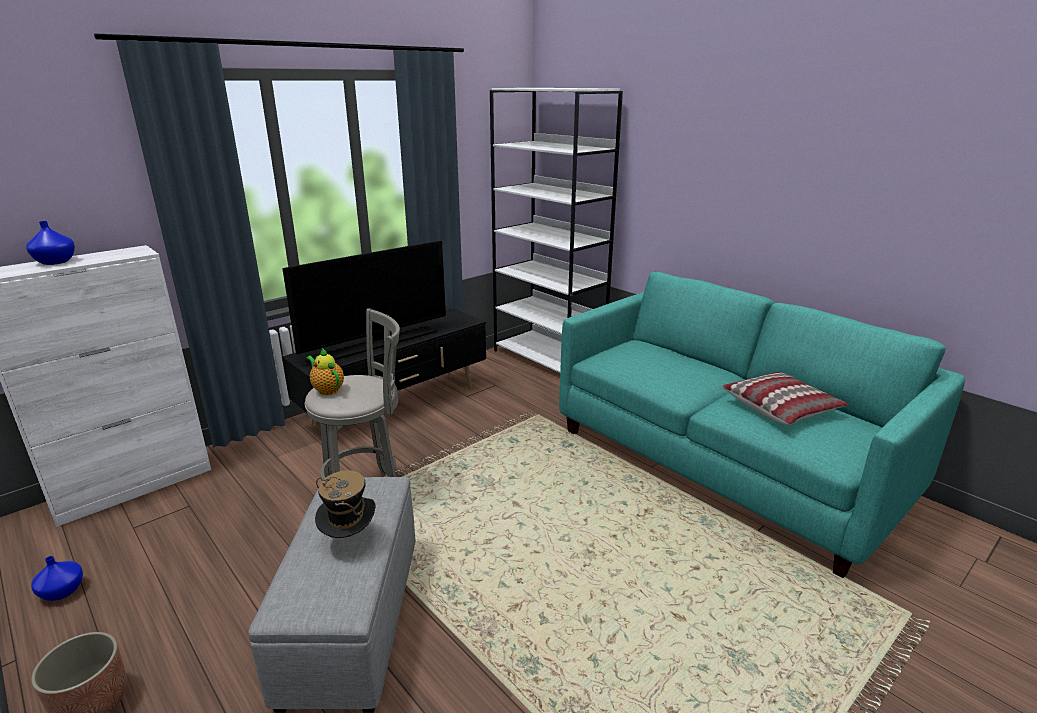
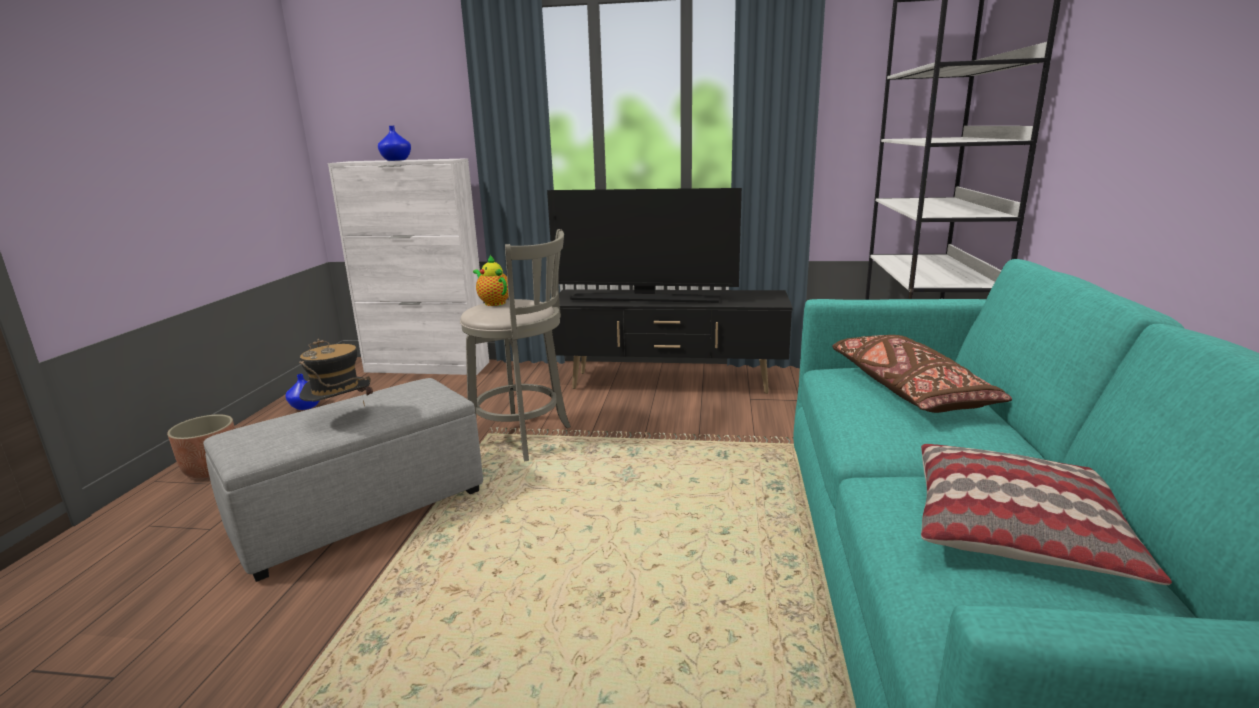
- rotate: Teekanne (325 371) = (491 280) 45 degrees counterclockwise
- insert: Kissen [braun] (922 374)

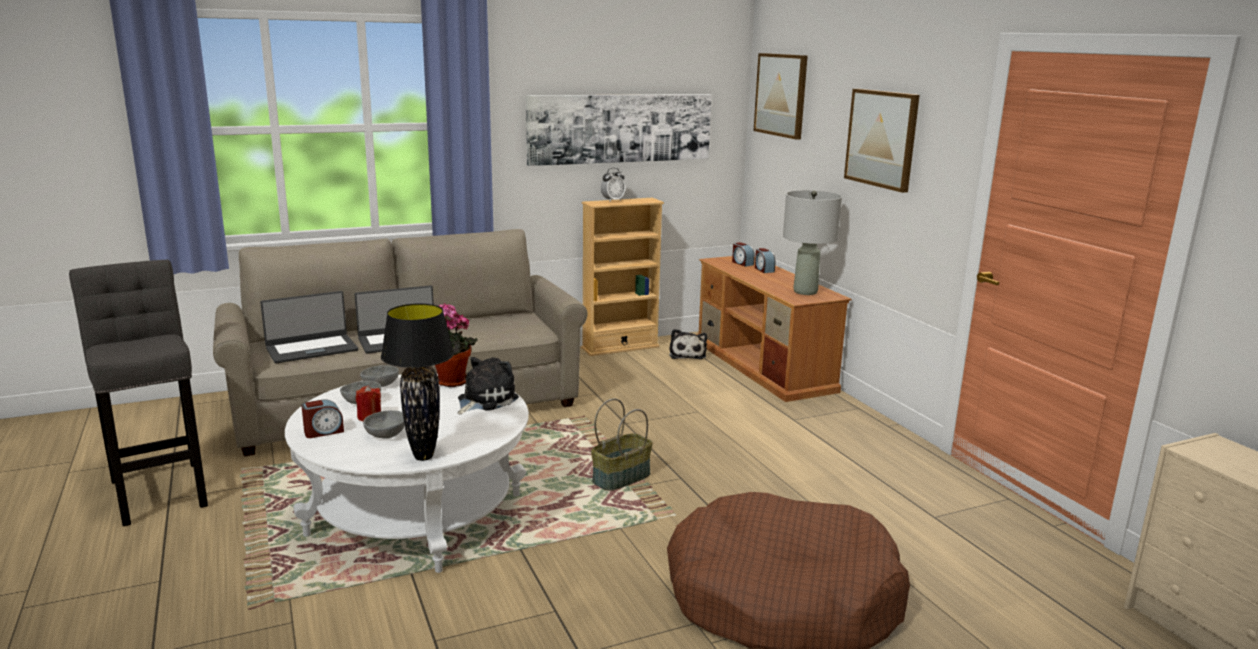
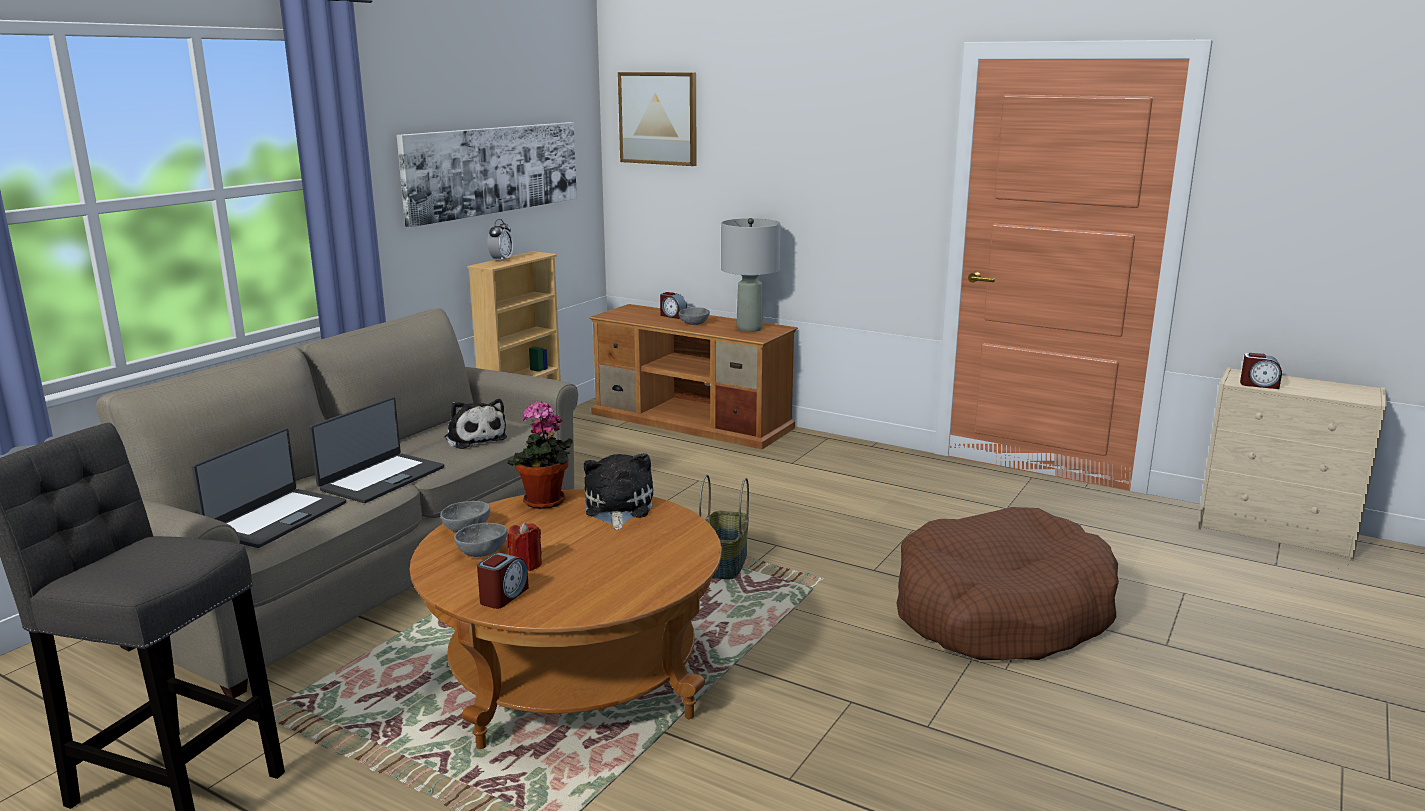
- recolor: Couchtisch [weiß] (407 473) to Couchtisch [braun] (566 619)
- move: Schüssel [grau] (384 424) to (694 316)
- delete: Tischlampe [schwarz] (417 382)
- move: Plüschtier (688 344) to (475 424)
- move: Wecker (743 254) to (1261 371)
- delete: Bild (882 141)

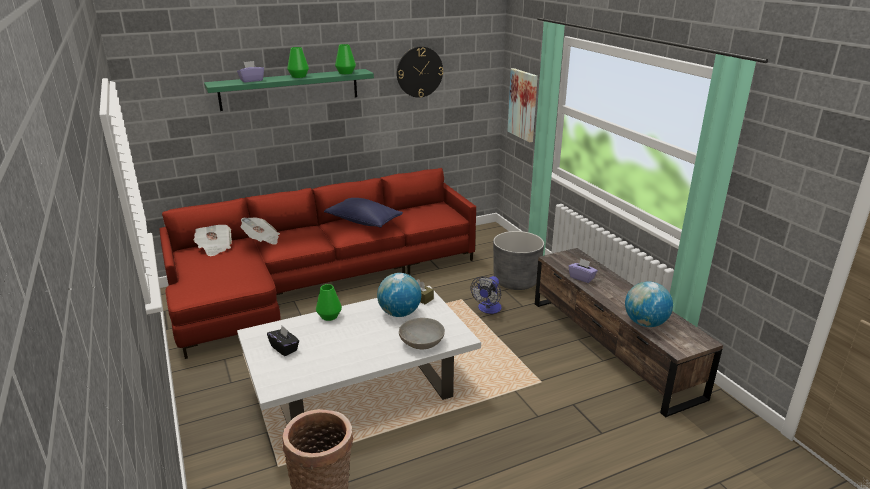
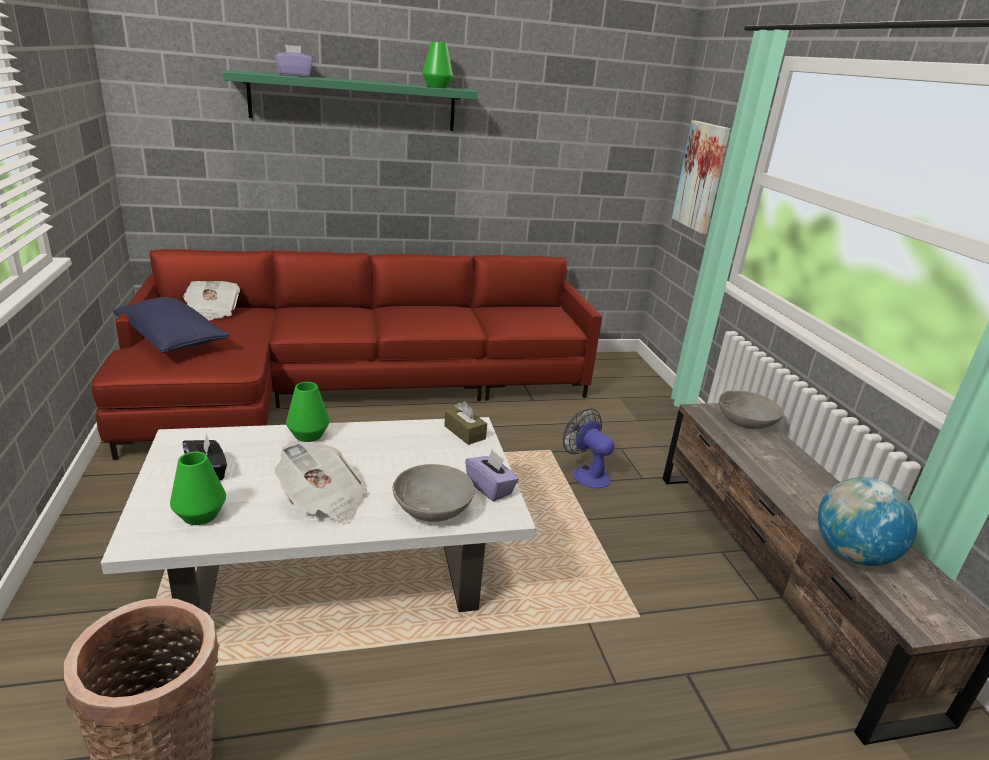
- move: Zeitung (260 231) to (321 483)
- move: Vase [grün] (298 62) to (198 488)
- move: Kissen [blau] (363 213) to (171 325)
- delete: Globus (399 295)
- delete: Wanduhr (420 72)
- rotate: Ventilator (486 295) = (589 448) 105 degrees clockwise
- delete: Pflanzkübel [grau] (518 260)
- move: Taschentuchbox [lila] (583 271) to (492 475)
- insert: Schüssel [grau] (750 410)

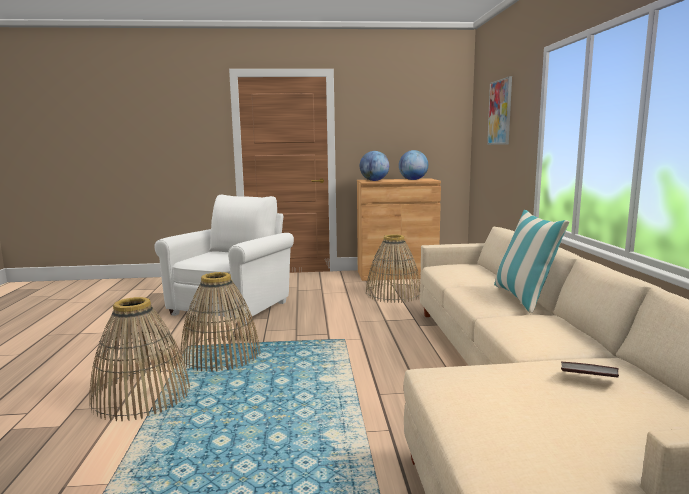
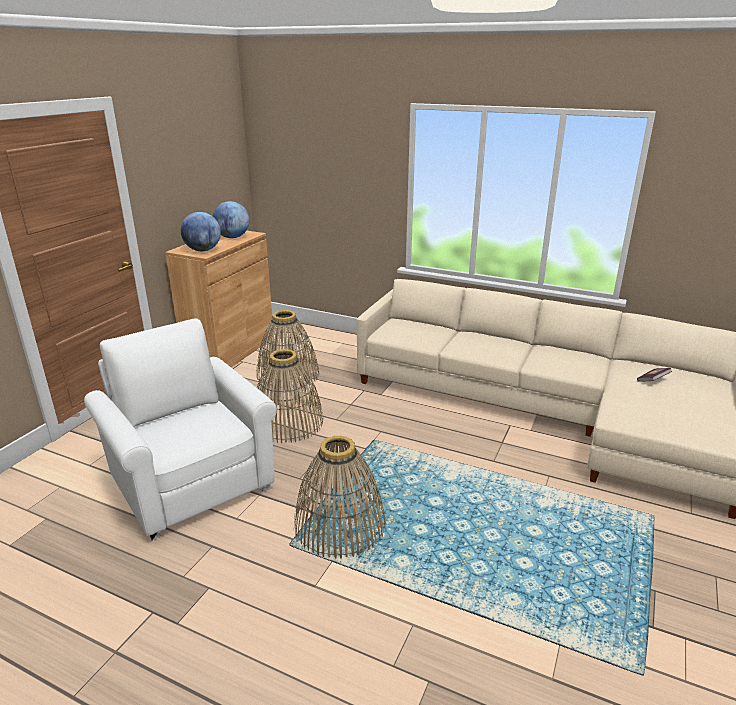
- move: Korb (139 359) to (290 396)
- delete: Bild (499 110)
- delete: Kissen (531 261)

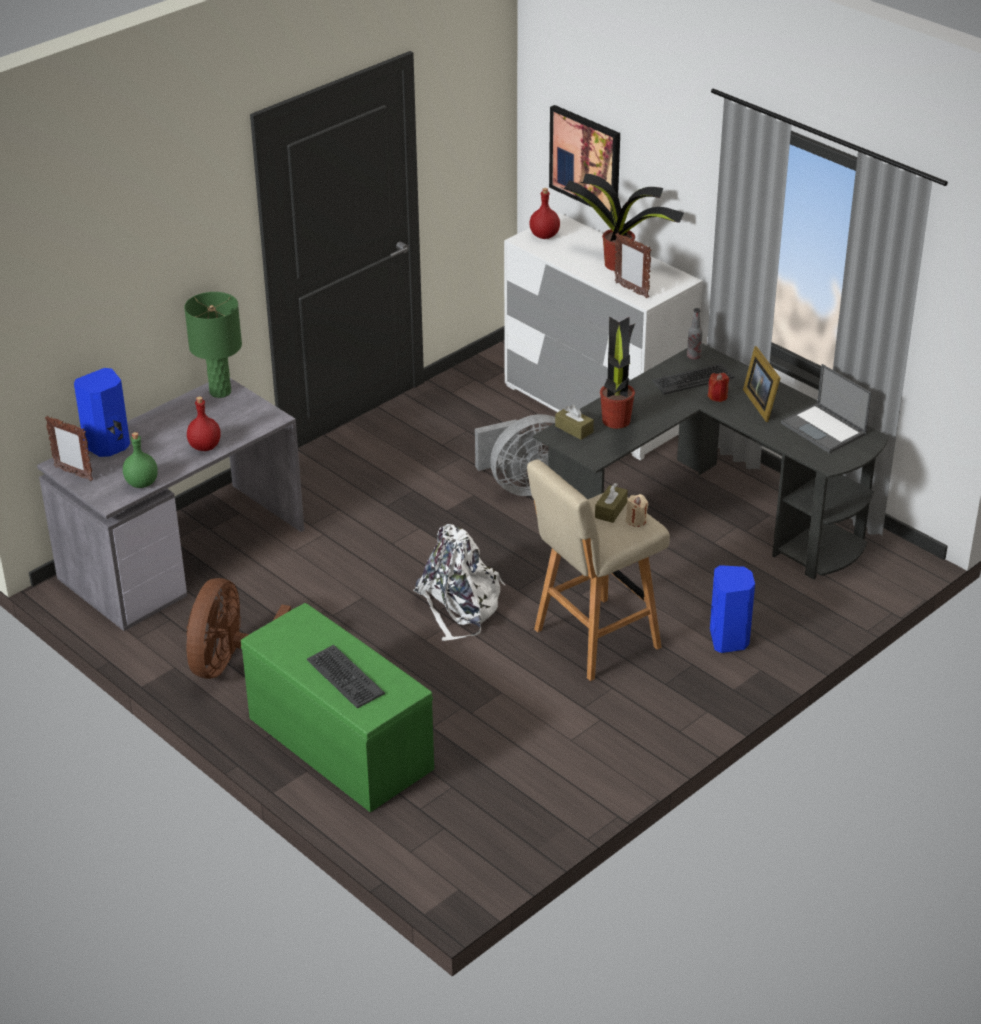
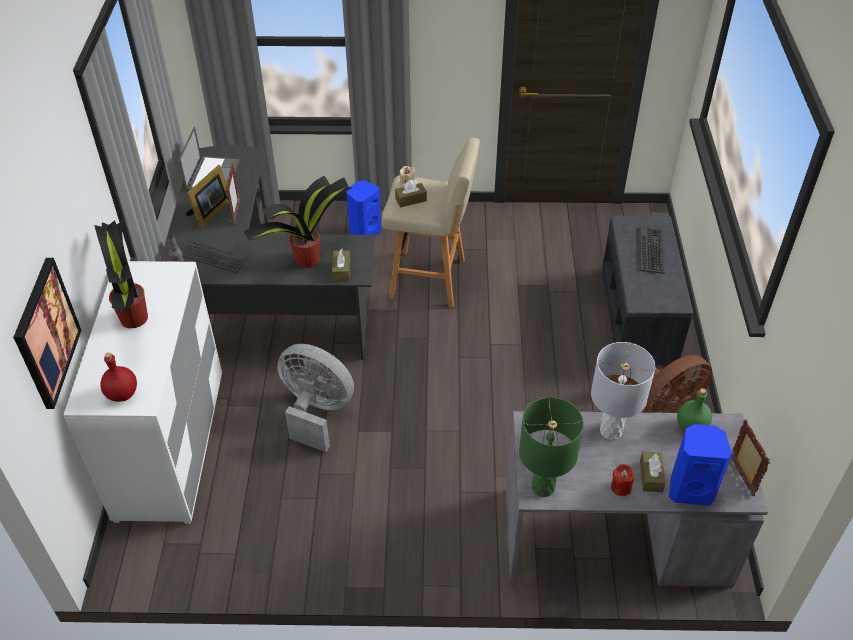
- replace: Flasche [rot] (204 424) to Tischlampe [grau] (623 391)
- recolor: Bank [grün] (337 707) to Bank [grau] (647 290)
- delete: Rucksack [weiß] (460 582)
- move: Bilderrahmen (632 265) to (233 193)
- move: Kerze [rot] (718 387) to (622 480)
- insert: Taschentuchbox [braun] (653 472)

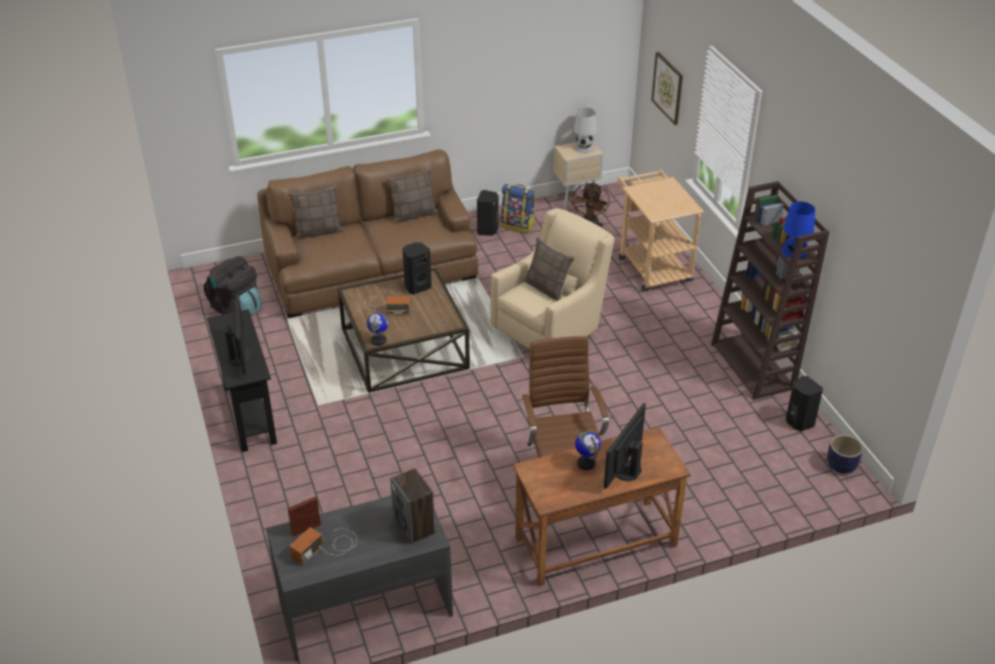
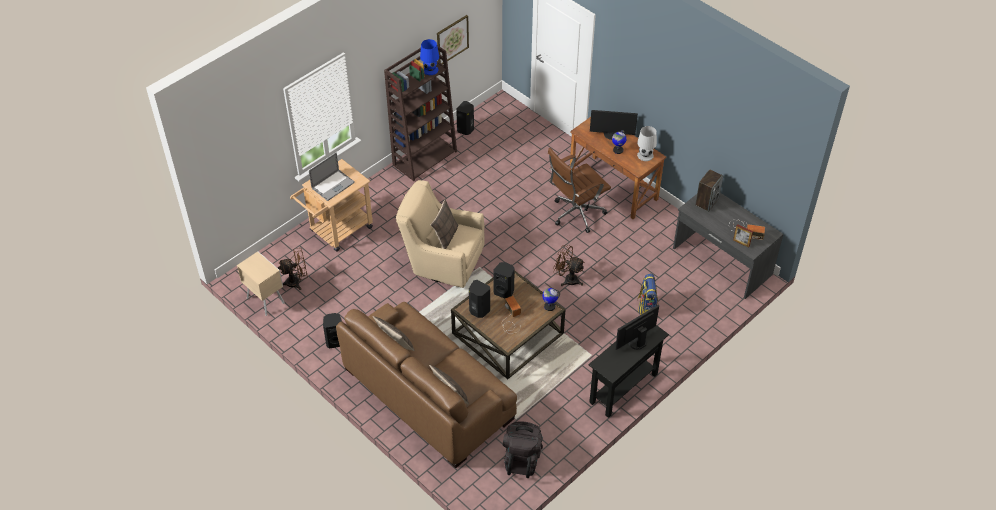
- move: Rucksack (518 209) to (647 294)
- move: Tischlampe [weiß] (585 130) to (647 143)
- move: Bild (667 88) to (453 39)
- delete: Pflanzkübel (845 454)
- insert: Laptop (332 177)
- insert: Lautsprecher [schwarz] (504 280)
- insert: Ventilator [braun] (569 265)

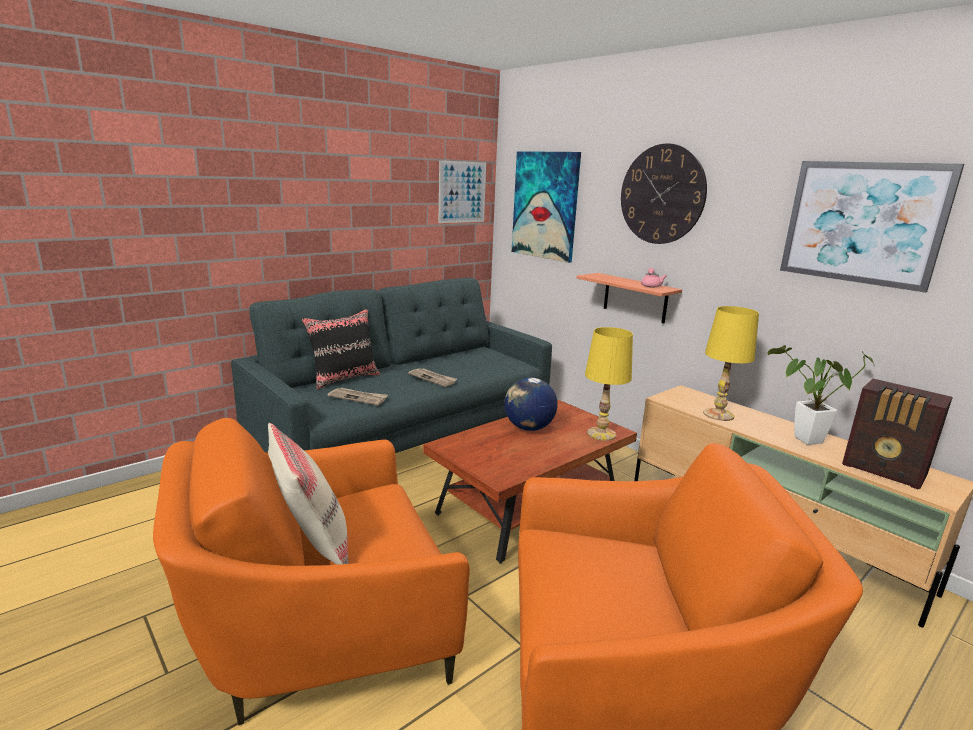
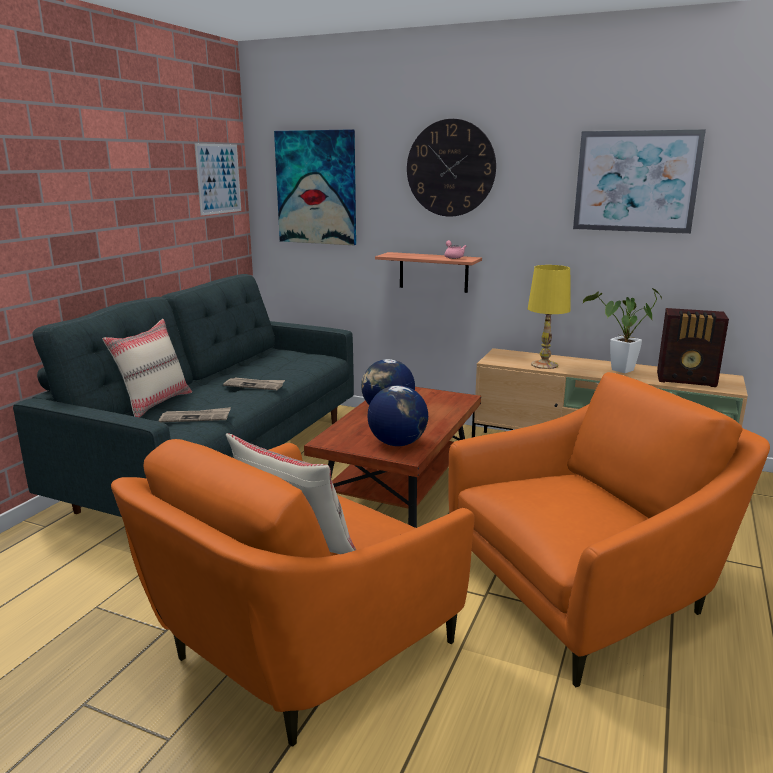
- recolor: Kissen [schwarz] (341 349) to Kissen [beige] (147 368)
- delete: Tischlampe [gelb] (609 384)
- insert: Globus (398 415)

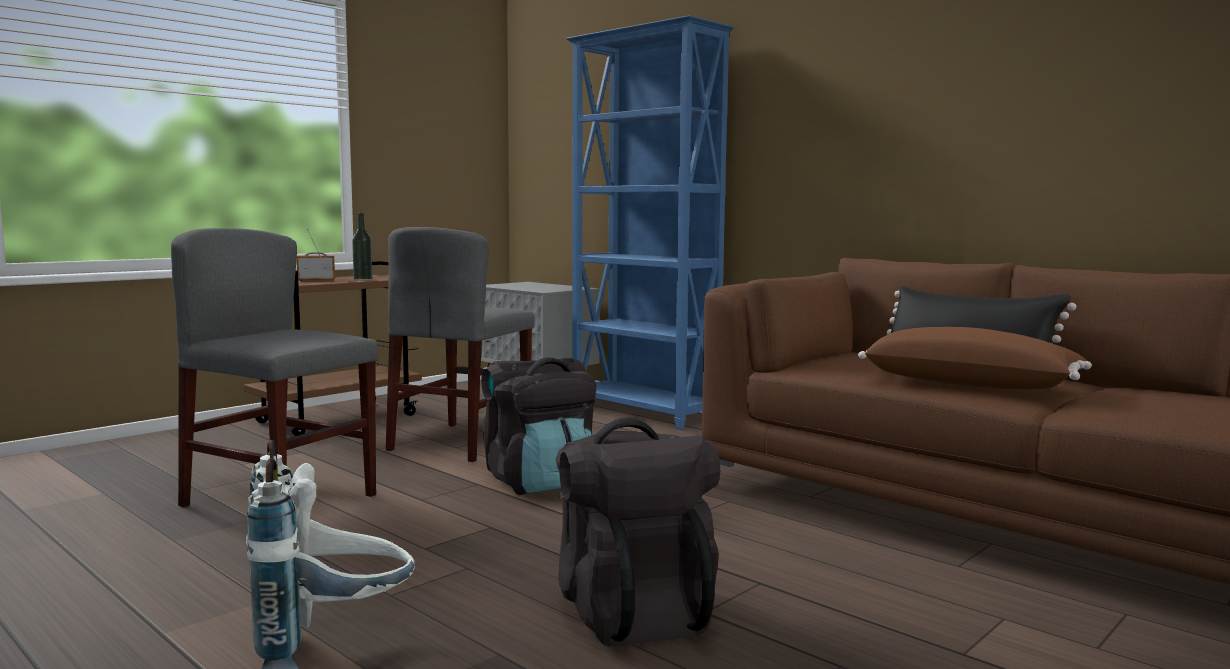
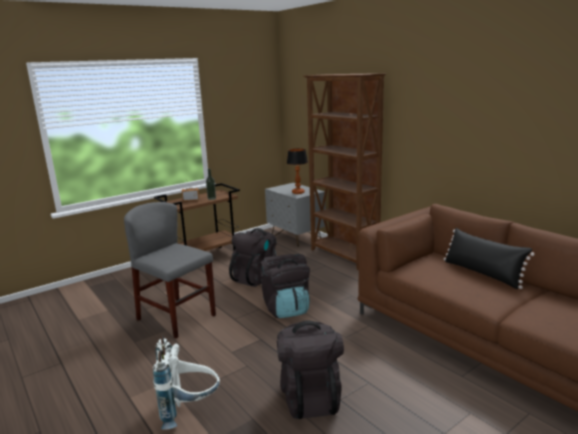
- replace: Stuhl [grau] (460 344) to Rucksack [schwarz] (252 257)
- recolor: Bücherregal [blau] (649 222) to Bücherregal [braun] (345 172)
- delete: Kissen [braun] (975 358)
- insert: Tischlampe (297 171)

